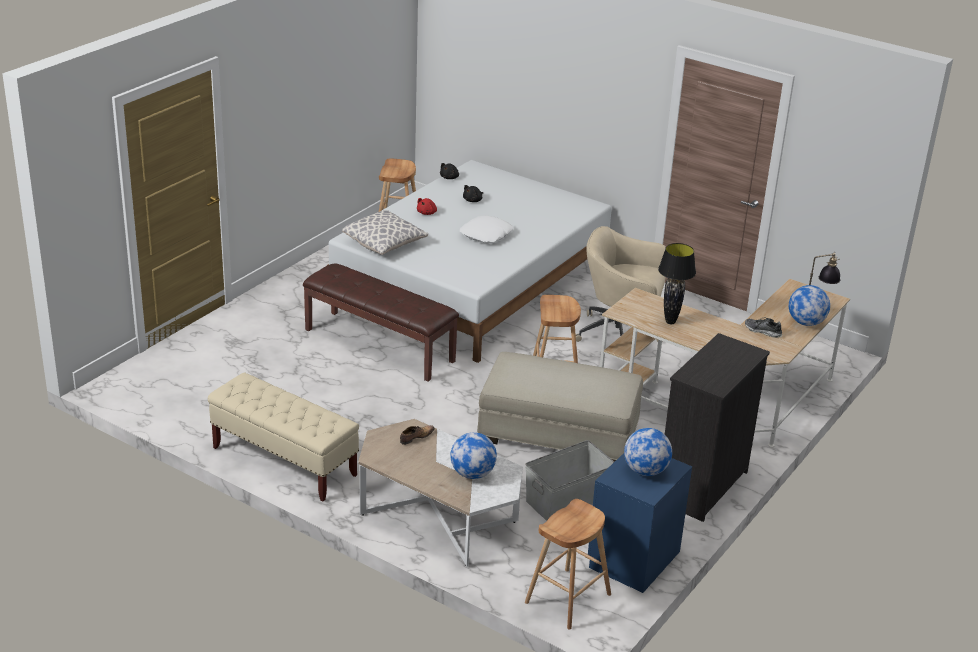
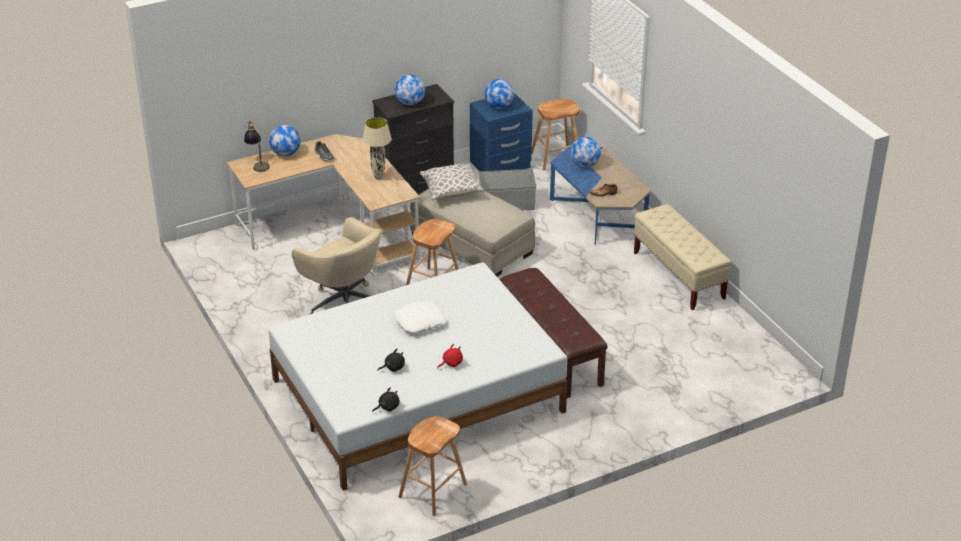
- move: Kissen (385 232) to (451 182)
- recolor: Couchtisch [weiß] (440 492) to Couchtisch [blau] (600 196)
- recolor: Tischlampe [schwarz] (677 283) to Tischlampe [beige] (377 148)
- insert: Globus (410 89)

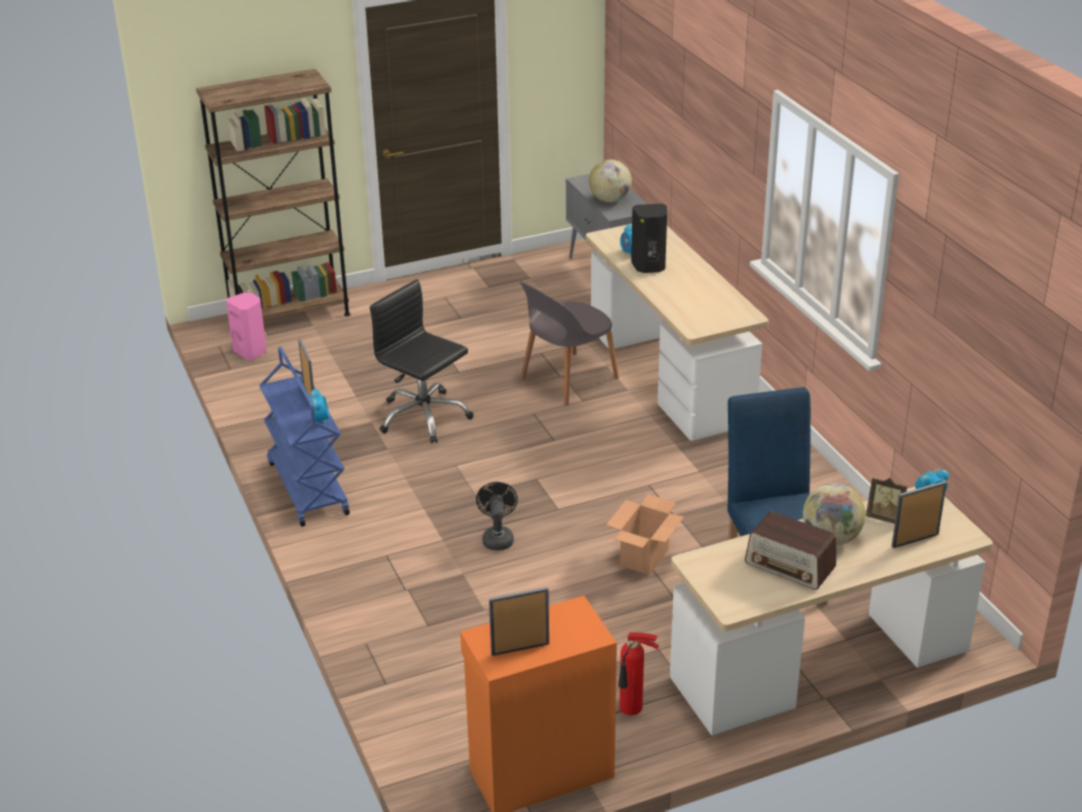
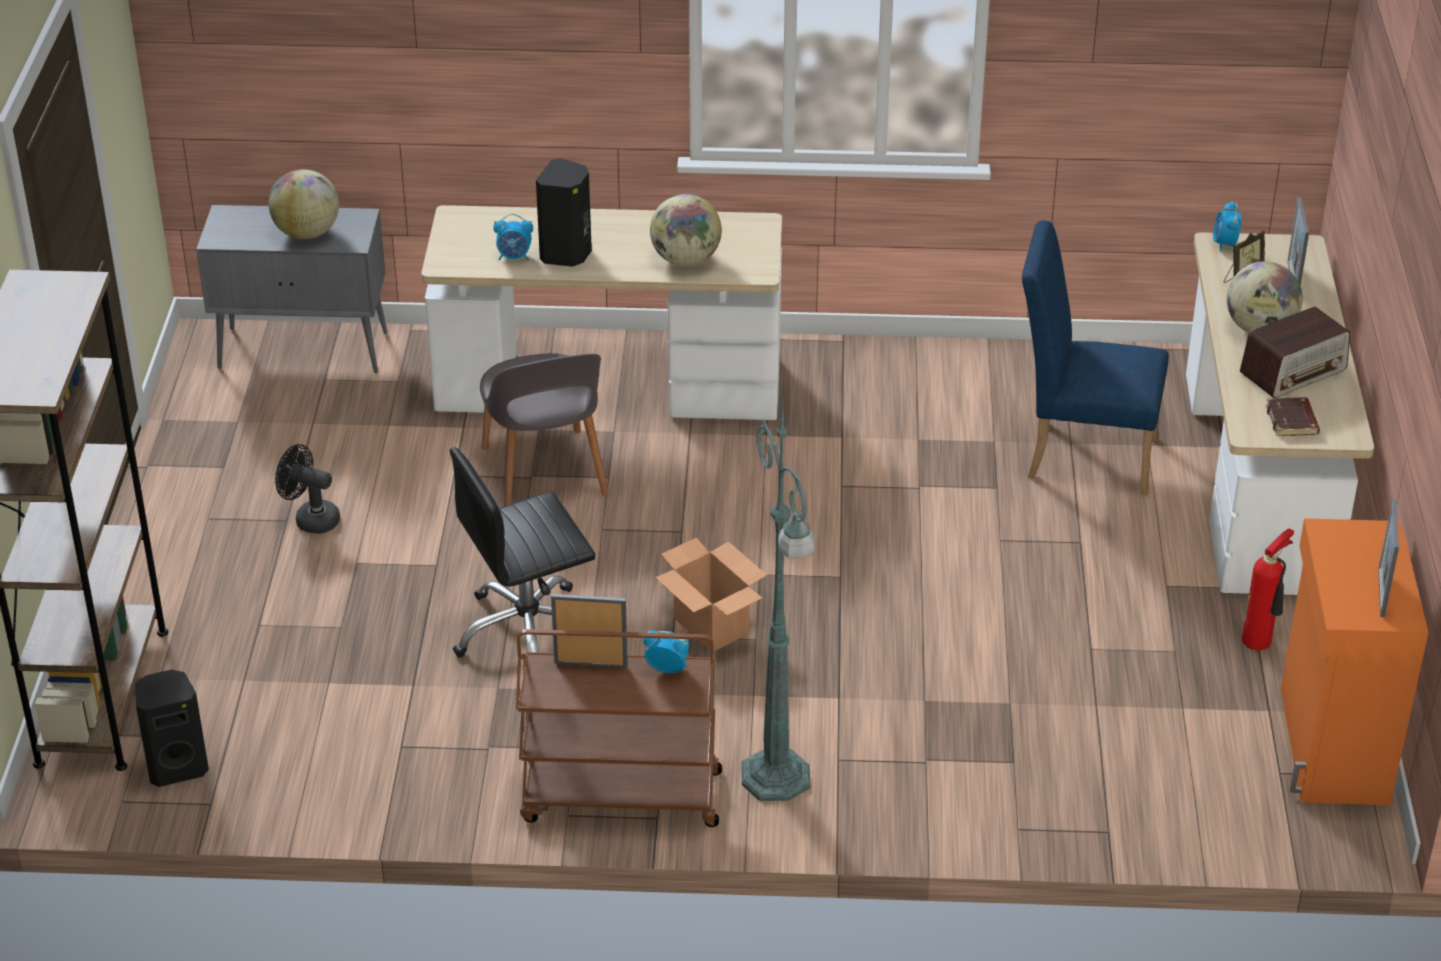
- recolor: Lautsprecher [rosa] (246 326) to Lautsprecher [schwarz] (172 728)
- recolor: Rollwagen [blau] (304 437) to Rollwagen [braun] (619 728)
- move: Ventilator [schwarz] (497 516) to (307 489)
- move: Karton (645 534) to (711 594)
- insert: Globus (686 230)
- insert: Stehlampe [grün] (777 595)
- insert: Buch [braun] (1293 416)

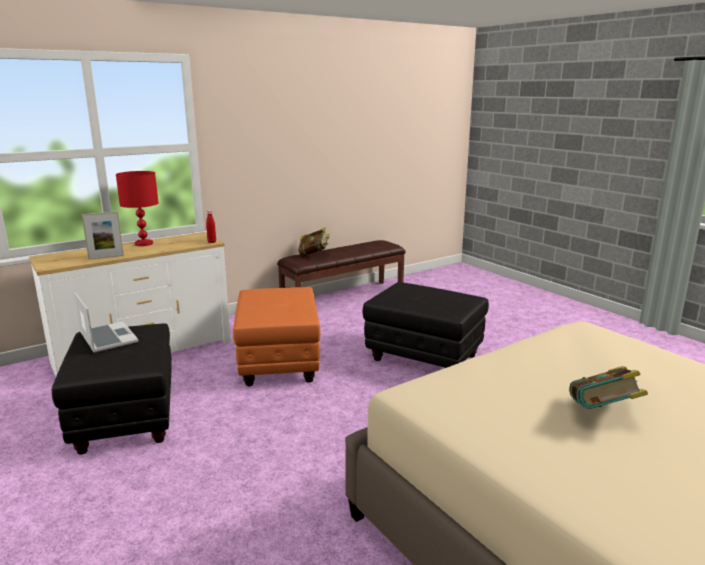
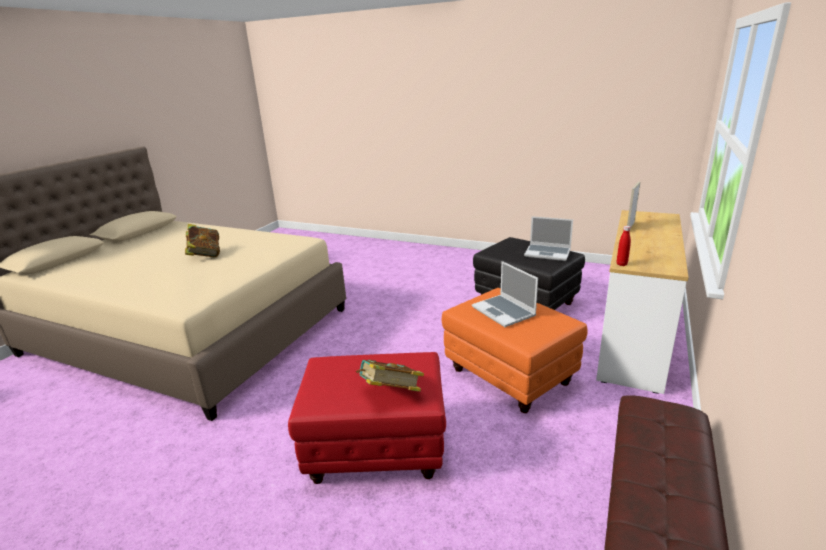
- delete: Tischlampe [rot] (137 208)
- move: Buch (314 241) to (390 376)
- recolor: Polsterhocker [schwarz] (426 325) to Polsterhocker [rot] (367 418)
- insert: Laptop (505 294)

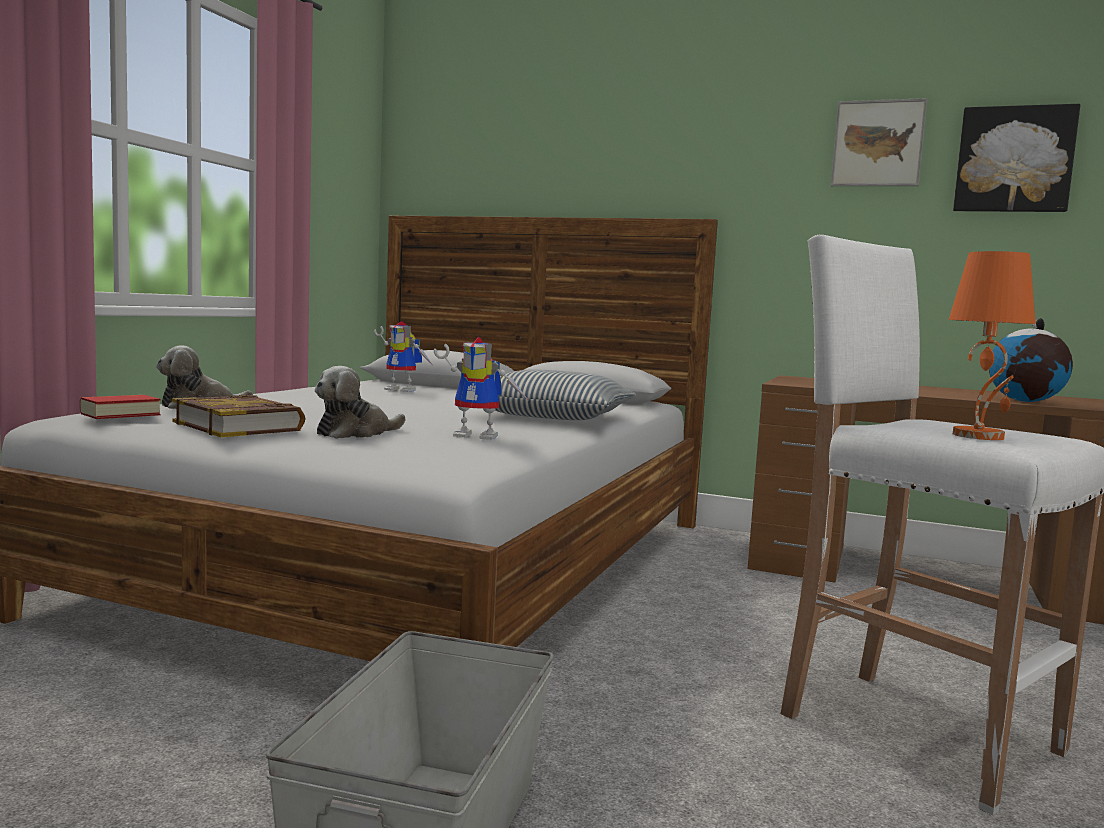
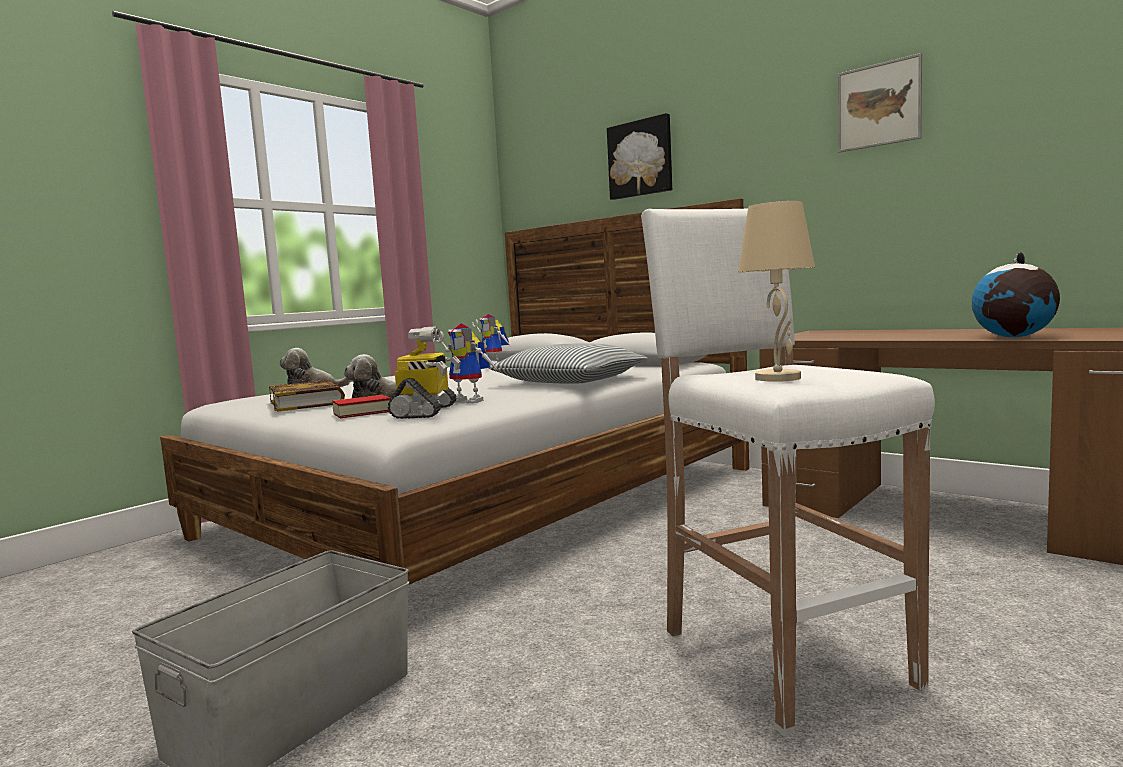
- move: Buch (120 407) to (361 406)
- recolor: Tischlampe [orange] (992 345) to Tischlampe [beige] (776 291)
- move: Bild (1016 158) to (639 156)
- insert: Spielzeugroboter (424 372)

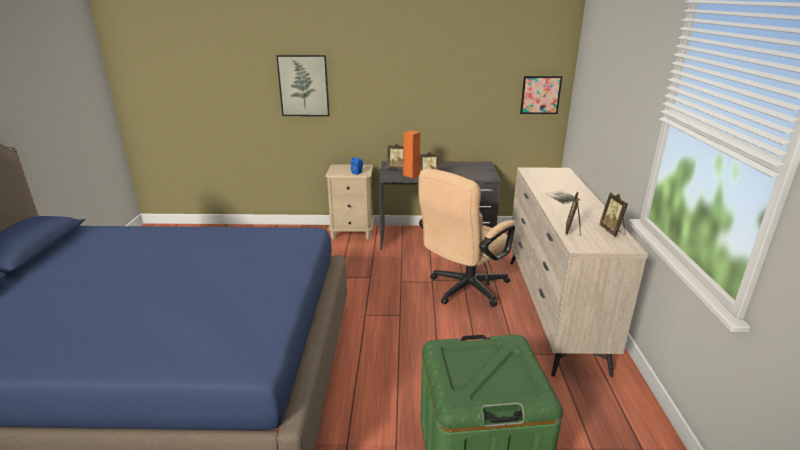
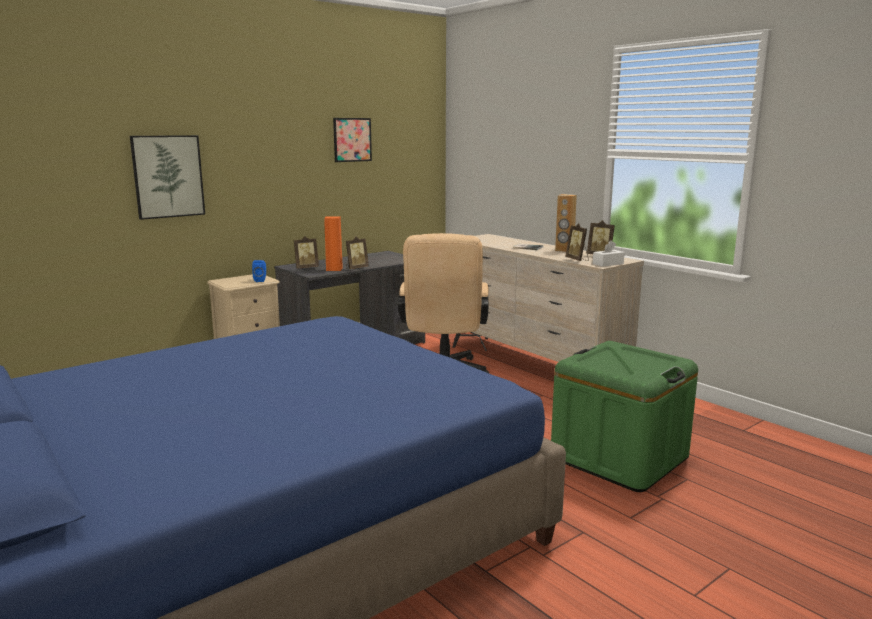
- move: Bild (541 95) to (352 140)
- insert: Lautsprecher [braun] (566 223)
- insert: Taschentuchbox [weiß] (609 253)

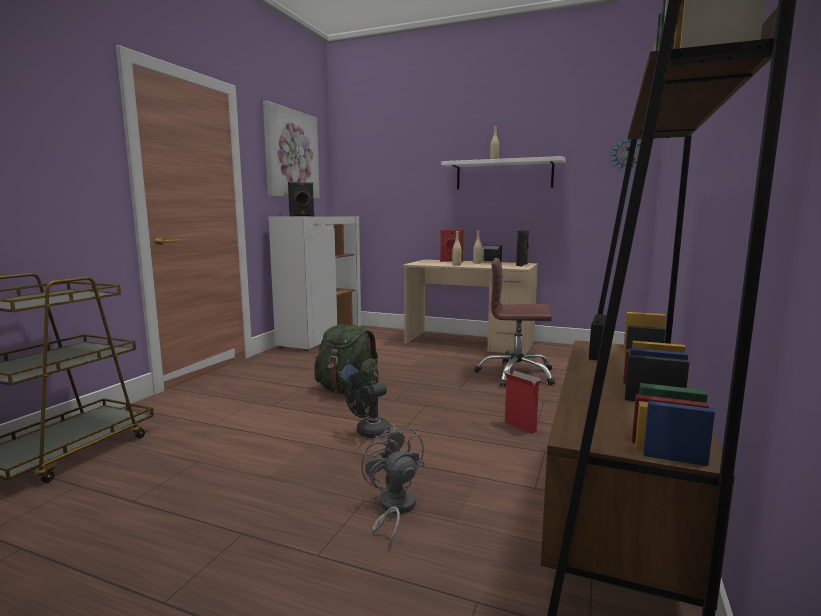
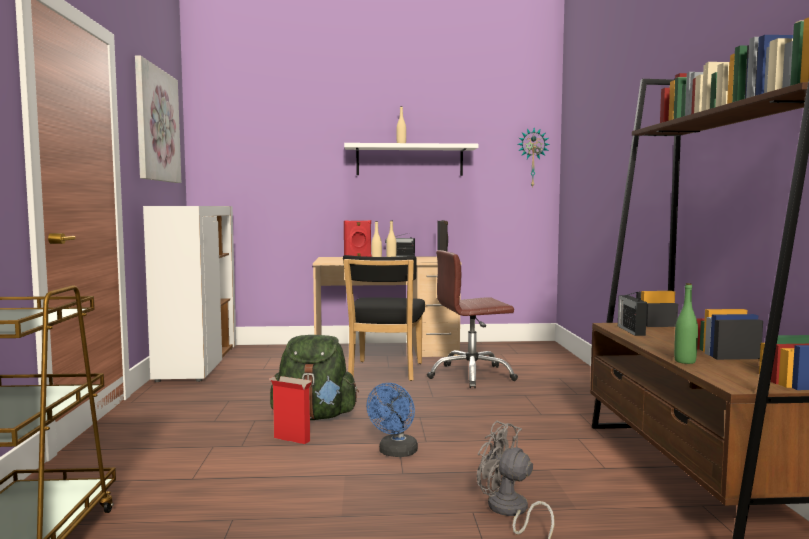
- delete: Lautsprecher [schwarz] (301 198)
- recolor: Ventilator [schwarz] (367 405) to Ventilator [blau] (392 420)
- move: Karton (522 402) to (290 410)
- insert: Stuhl [schwarz] (384 318)
- insert: Flasche [grün] (686 323)

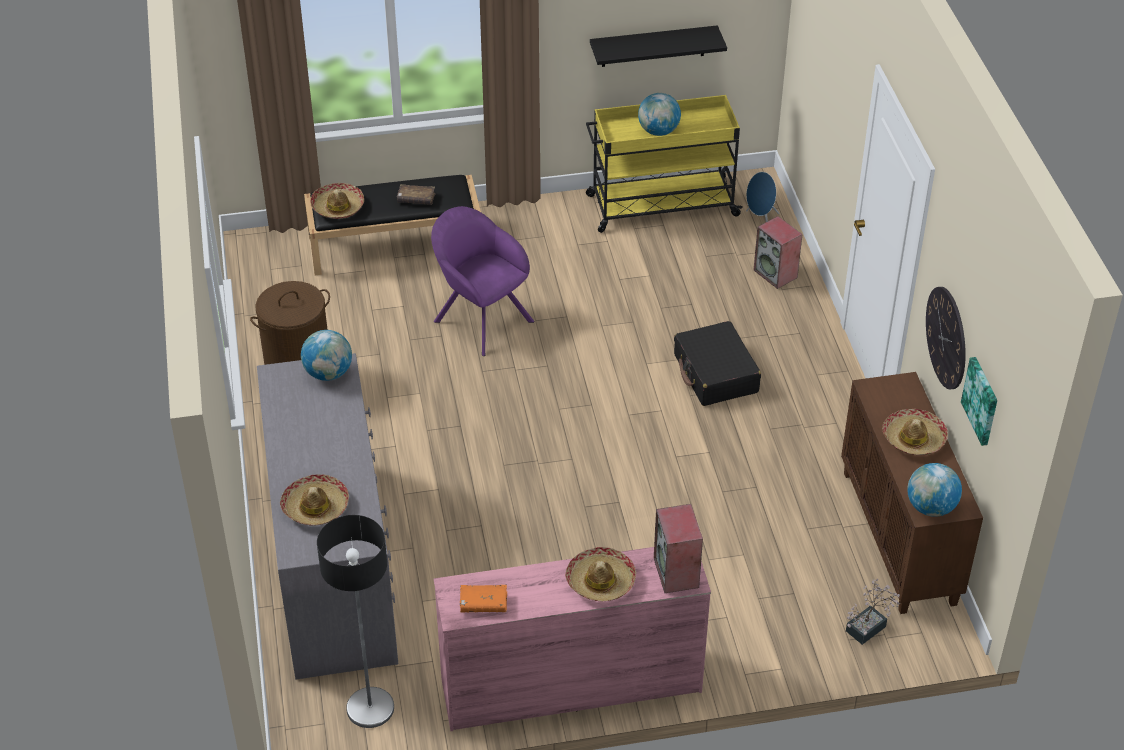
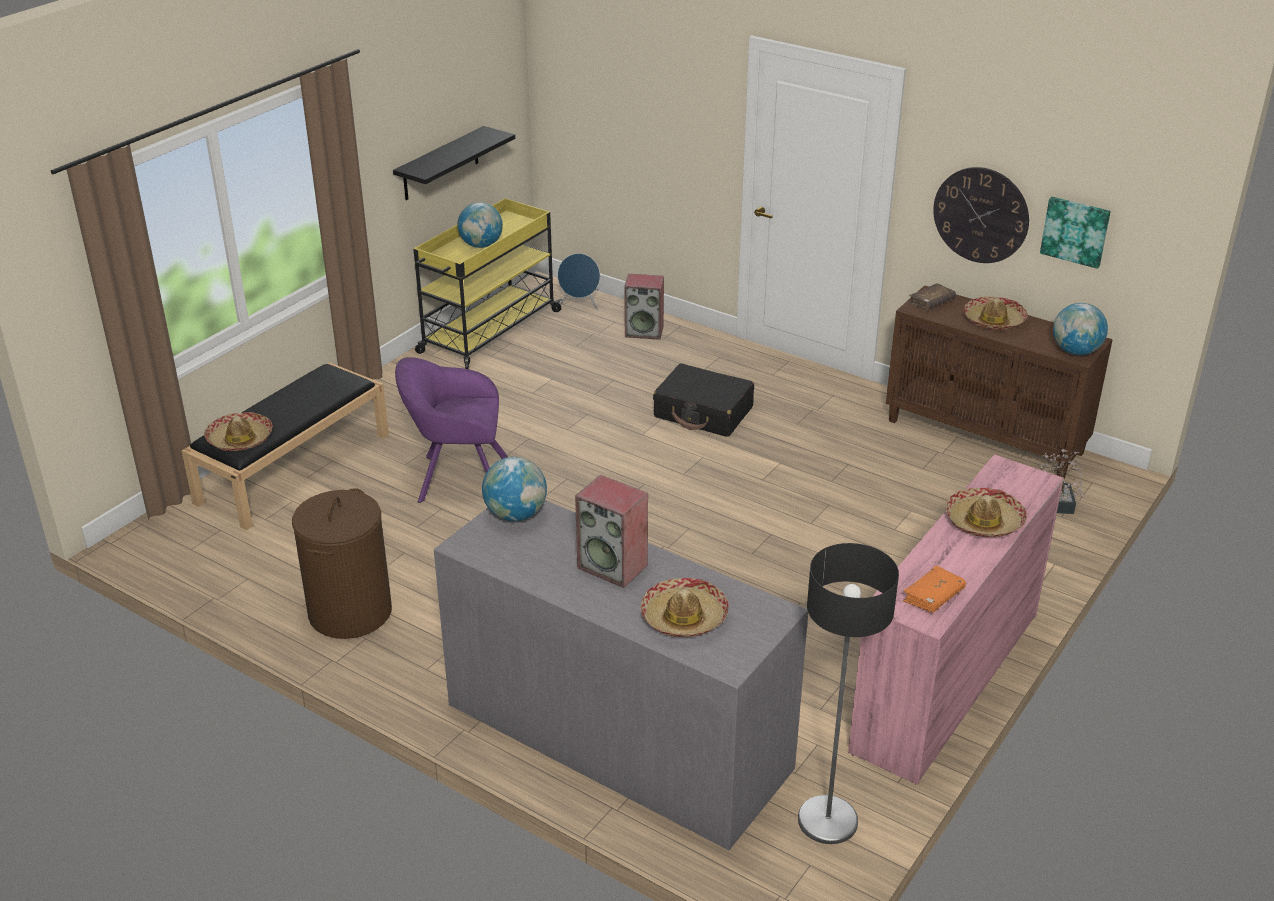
- move: Buch [braun] (416 194) to (932 296)
- move: Lautsprecher (678 548) to (611 531)

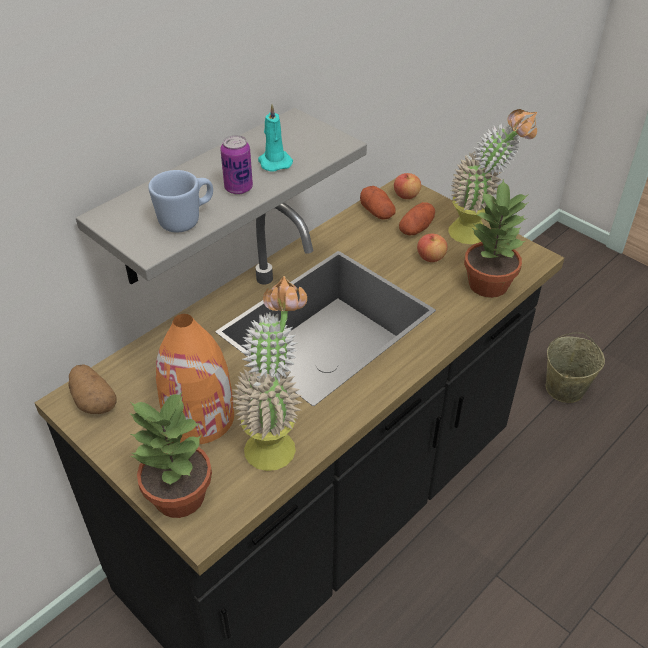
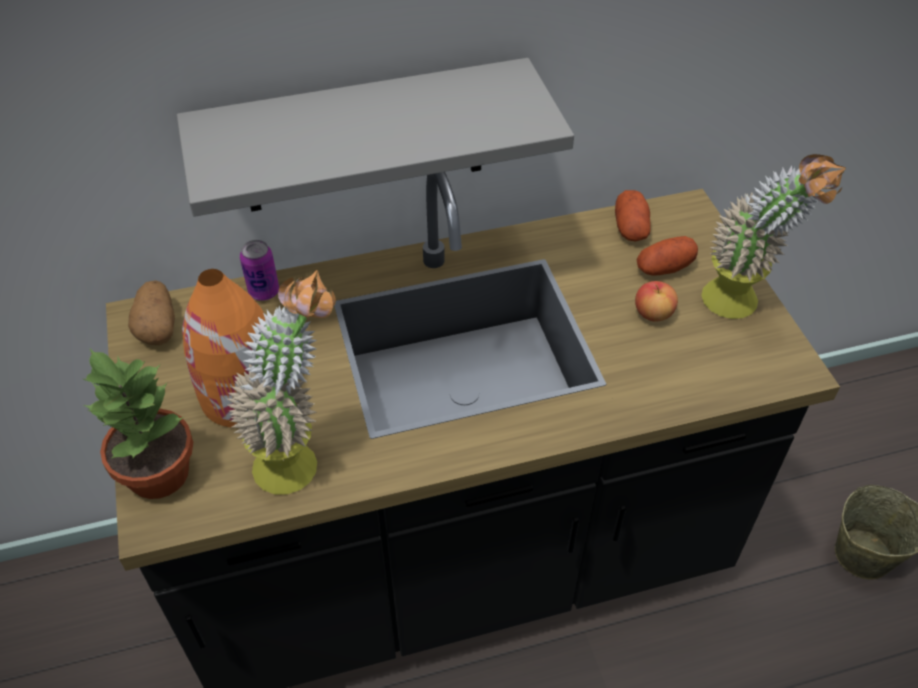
- delete: Henkelbecher [blau] (180 201)
- move: Dose (236 165) to (259 270)
- delete: Kerze [türkis] (275 138)
- delete: Apfel (407 186)
- delete: Topfpflanze (496 238)

